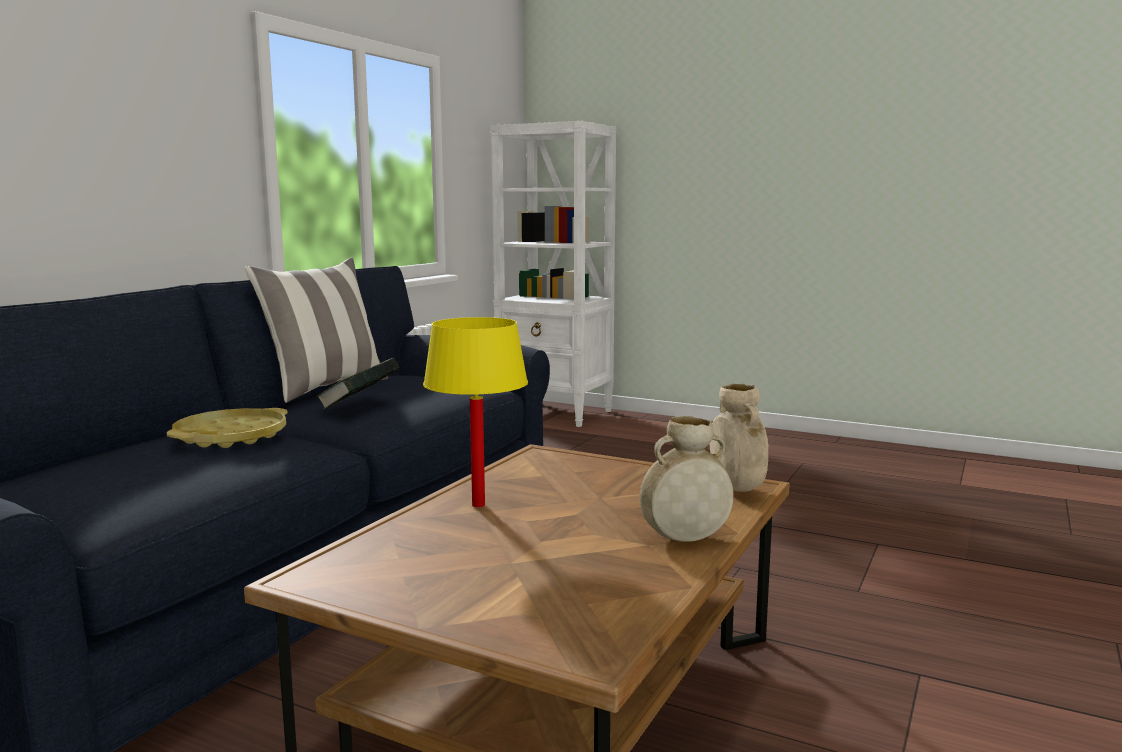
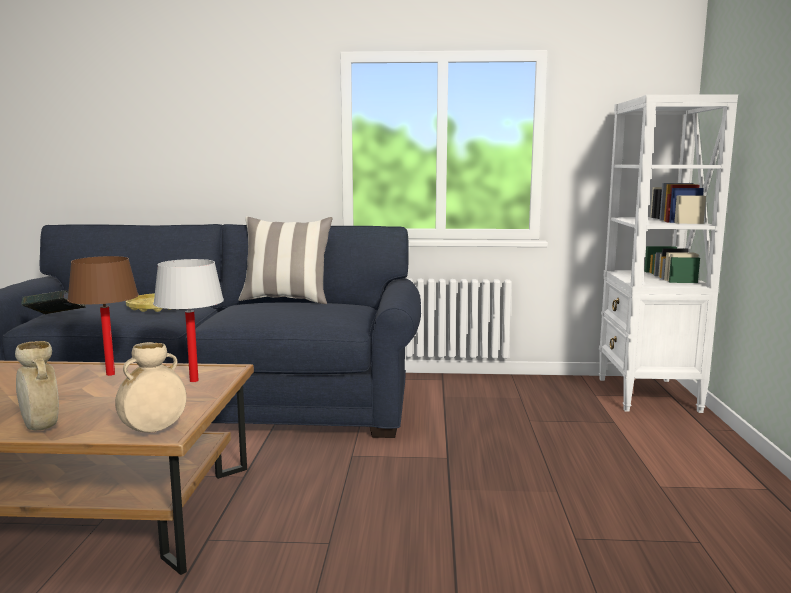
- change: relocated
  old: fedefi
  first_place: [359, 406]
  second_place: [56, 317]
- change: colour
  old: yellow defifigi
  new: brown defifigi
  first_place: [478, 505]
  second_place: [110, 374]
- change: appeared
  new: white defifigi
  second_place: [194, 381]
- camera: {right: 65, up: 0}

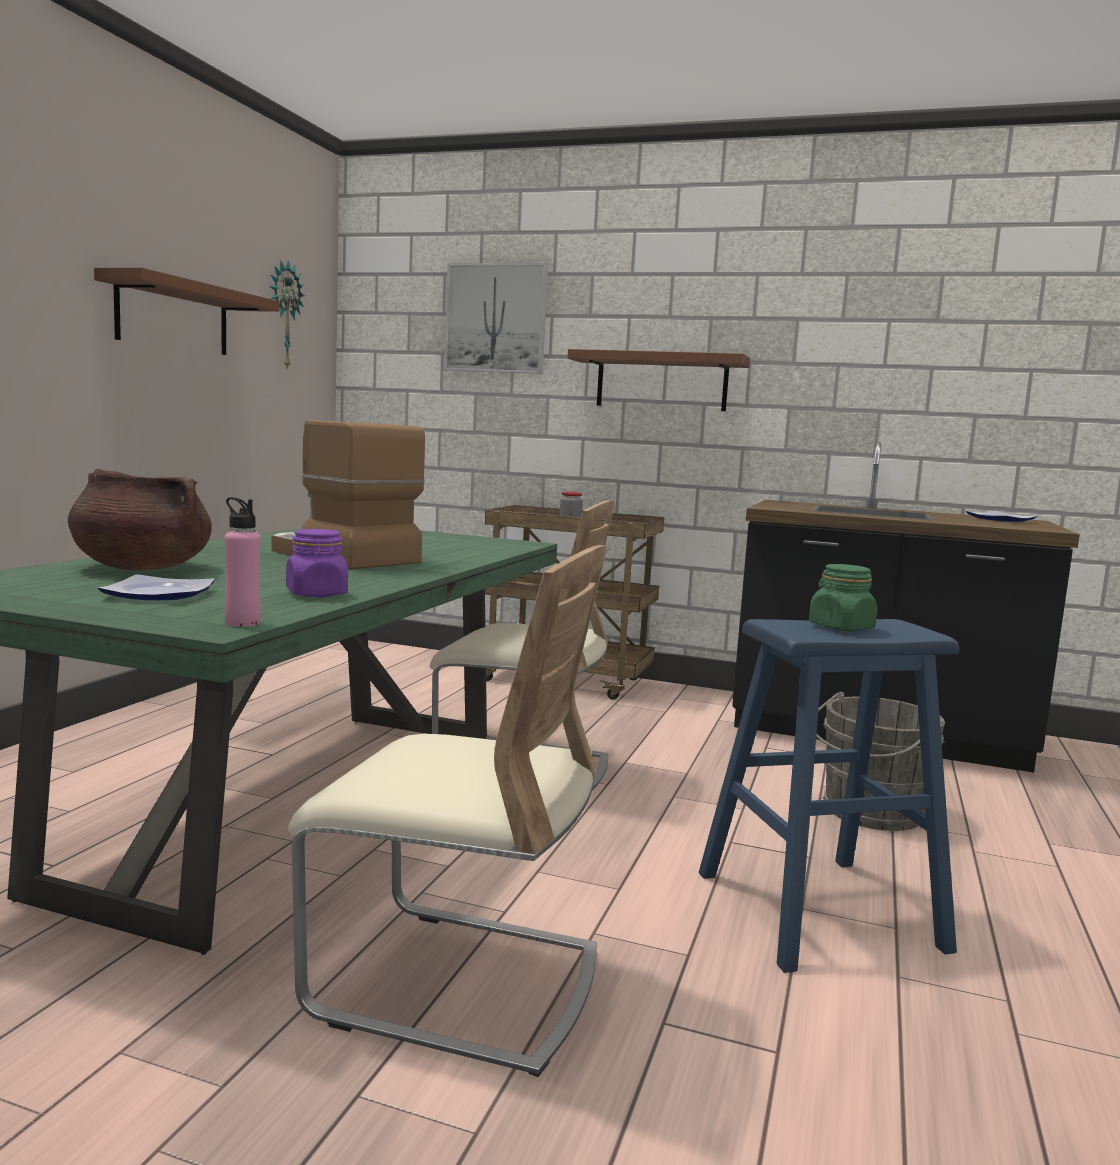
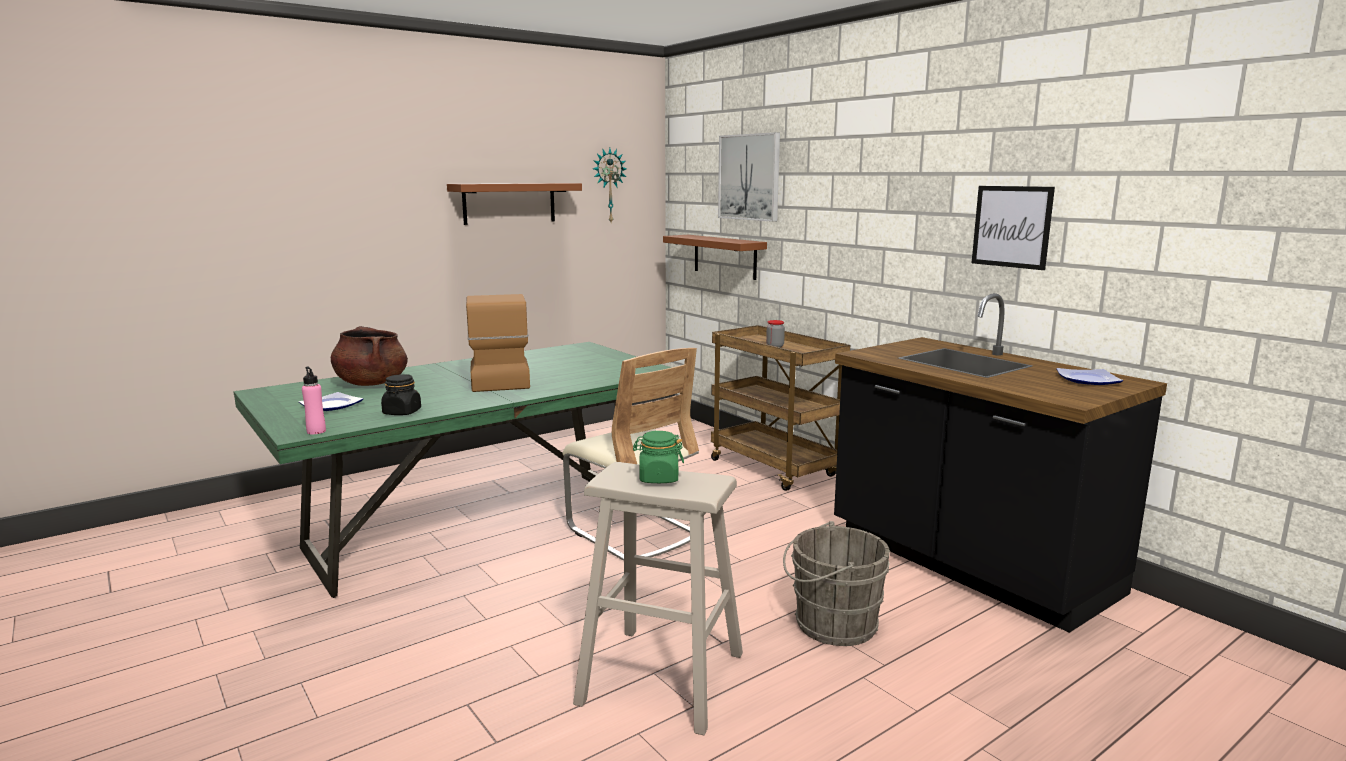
- change: colour
  old: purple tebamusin
  new: black tebamusin
  first_place: [316, 594]
  second_place: [402, 412]
- change: colour
  old: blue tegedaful
  new: beige tegedaful
  first_place: [819, 910]
  second_place: [663, 677]
- change: relocated
  old: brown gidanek
  first_place: [661, 382]
  second_place: [725, 256]
- change: appeared
  new: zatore
  second_place: [1011, 226]
- change: missing
  old: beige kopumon
  first_place: [456, 983]
- camera: {right: 35, up: 5}

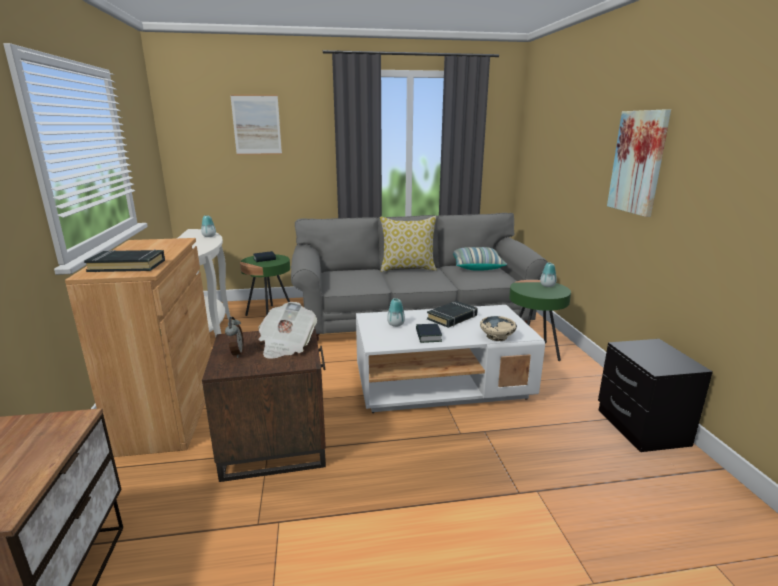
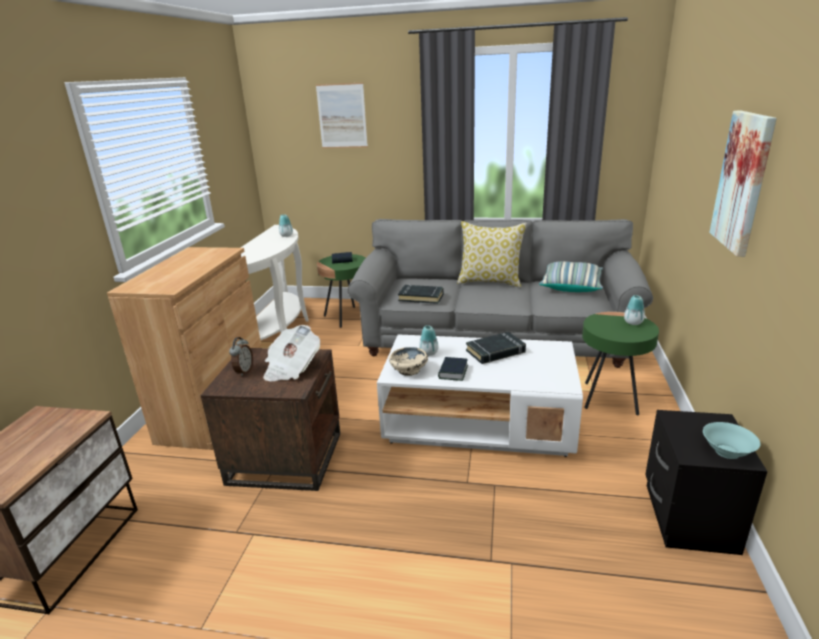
- change: relocated
  old: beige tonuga
  first_place: [497, 337]
  second_place: [408, 370]
- change: relocated
  old: black fedefi
  first_place: [128, 266]
  second_place: [421, 297]
- change: appeared
  new: turquoise tonuga
  second_place: [726, 451]
- camera: {right: 20, up: 5}

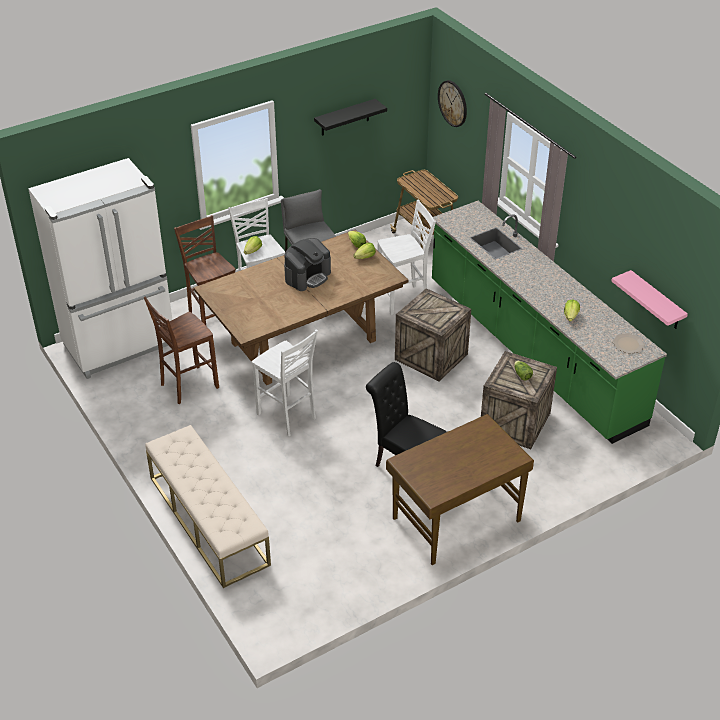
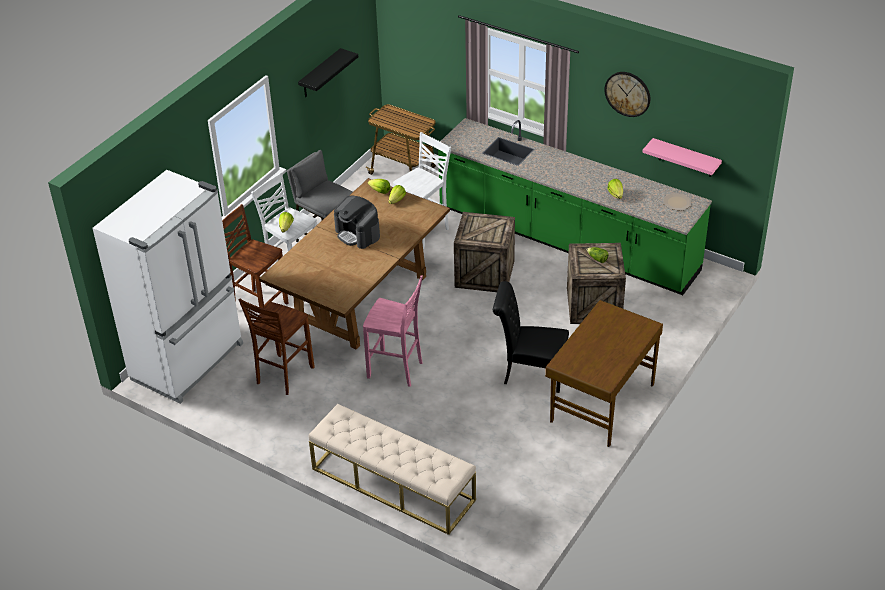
- change: spun
  old: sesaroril
  first_place: [307, 276]
  second_place: [358, 234]
  degrees: 120
- change: colour
  old: white tegedaful
  new: pink tegedaful
  first_place: [287, 416]
  second_place: [396, 370]
- change: relocated
  old: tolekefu
  first_place: [453, 103]
  second_place: [627, 93]
- camera: {right: -25, up: 0}

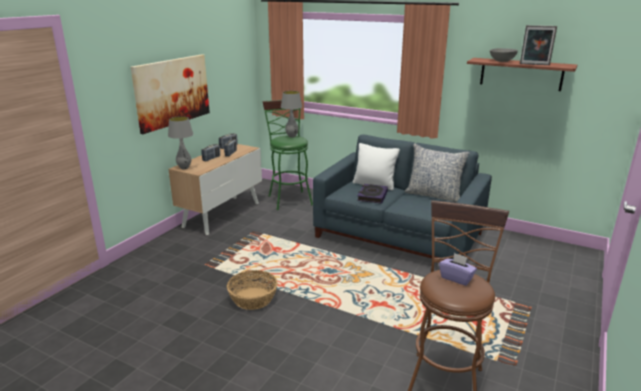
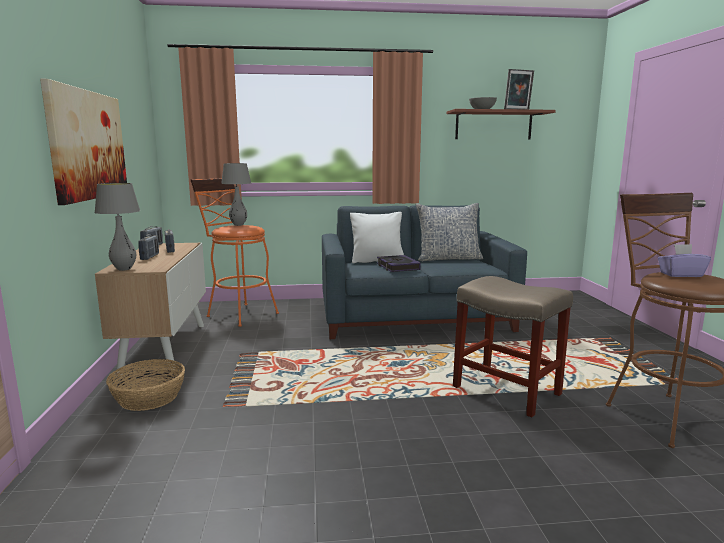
- change: relocated
  old: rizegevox
  first_place: [252, 298]
  second_place: [148, 398]
- change: colour
  old: green tegedaful
  new: orange tegedaful
  first_place: [289, 198]
  second_place: [239, 313]
- change: appeared
  new: beige tegedaful
  second_place: [508, 391]
- camera: {right: -35, up: -10}

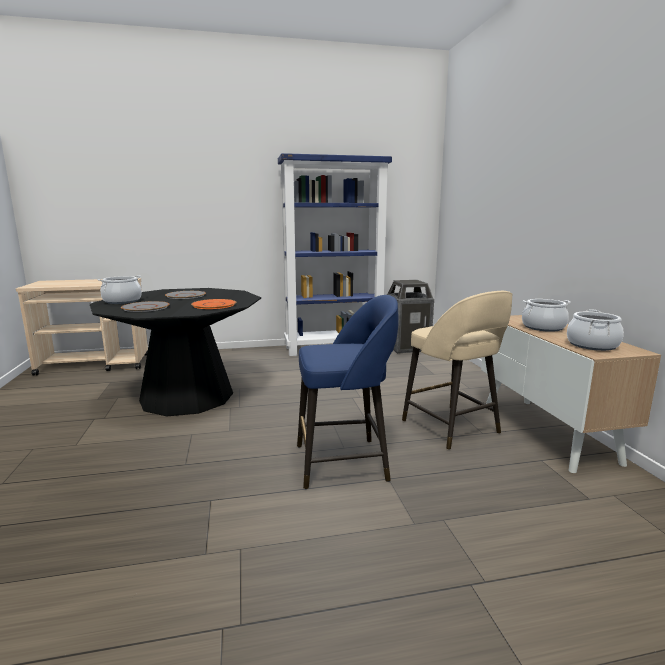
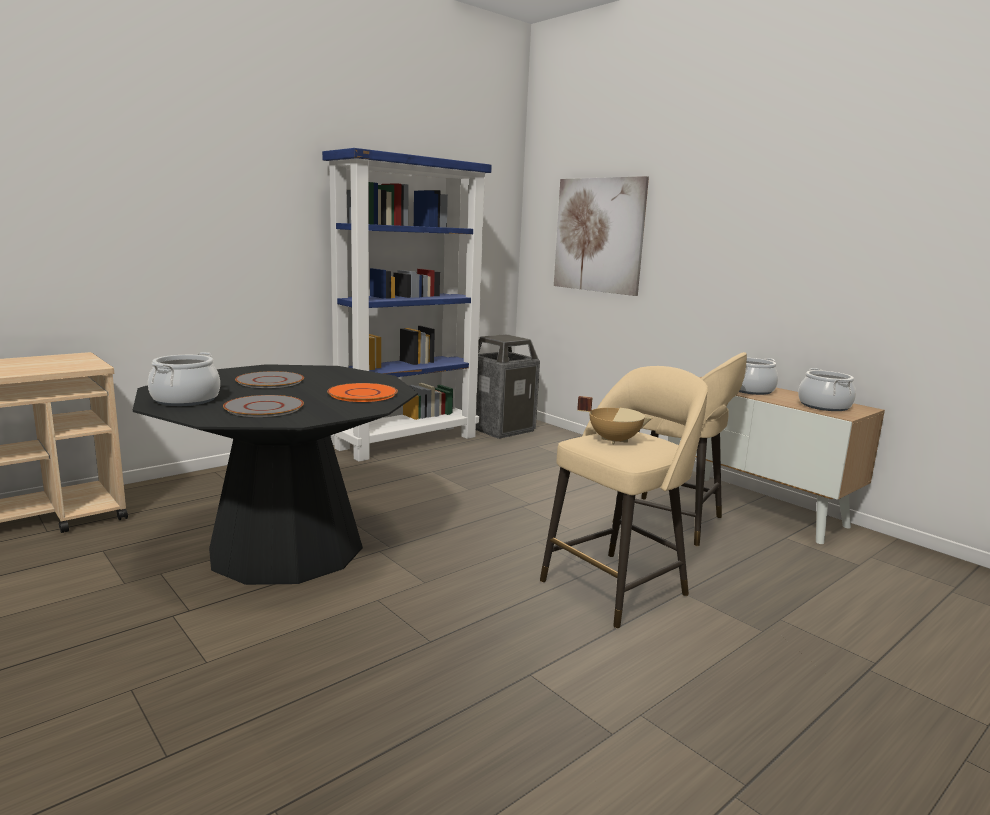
- change: colour
  old: blue tegedaful
  new: beige tegedaful
  first_place: [344, 462]
  second_place: [617, 586]
- change: appeared
  new: zatore
  second_place: [598, 235]
- change: appeared
  new: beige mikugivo
  second_place: [614, 440]
- camera: {right: -30, up: 0}

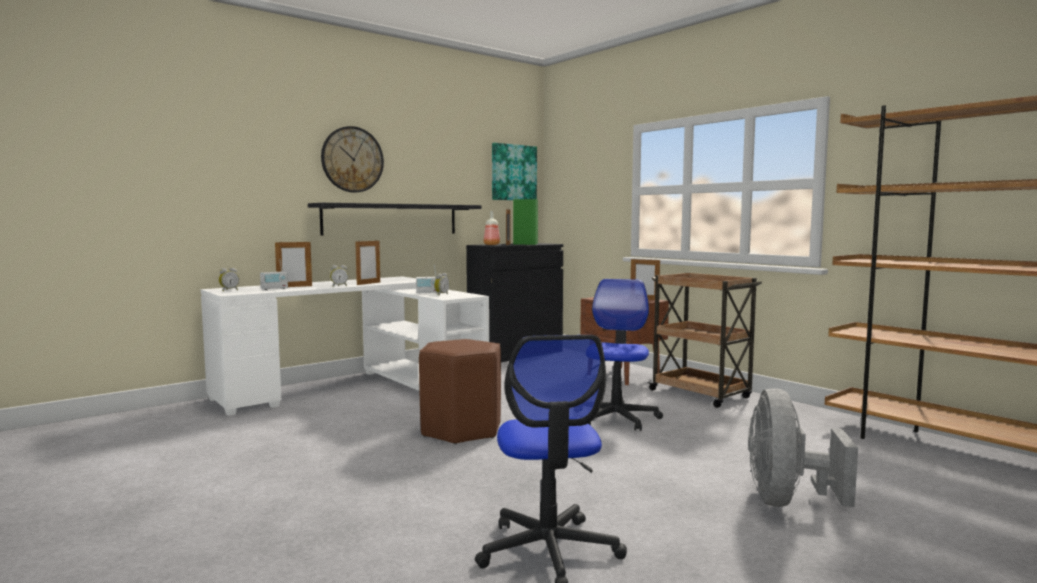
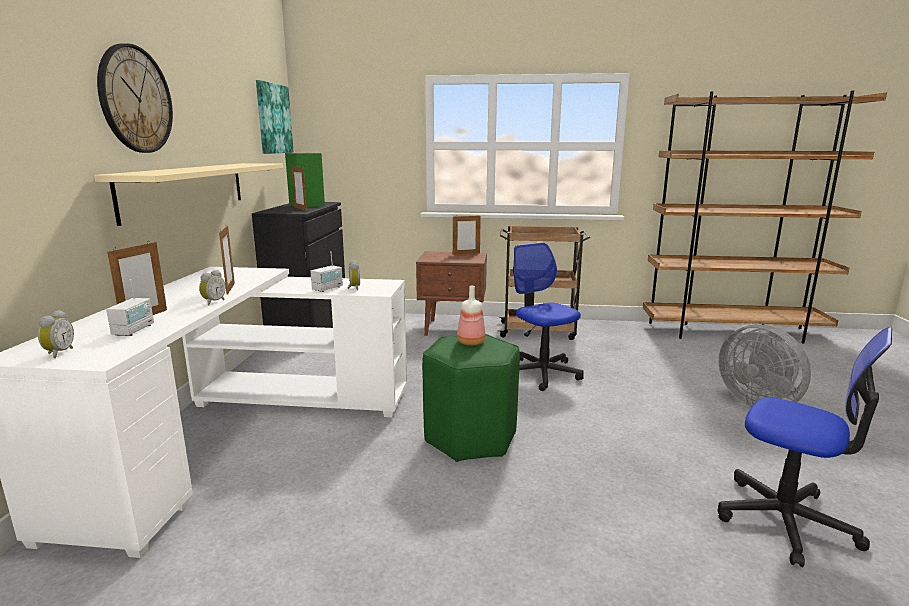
- change: colour
  old: black gidanek
  new: beige gidanek
  first_place: [391, 219]
  second_place: [186, 189]
- change: colour
  old: brown tegedaful
  new: green tegedaful
  first_place: [460, 430]
  second_place: [469, 438]
- change: relocated
  old: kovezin
  first_place: [491, 244]
  second_place: [471, 342]
- camera: {right: -45, up: 10}

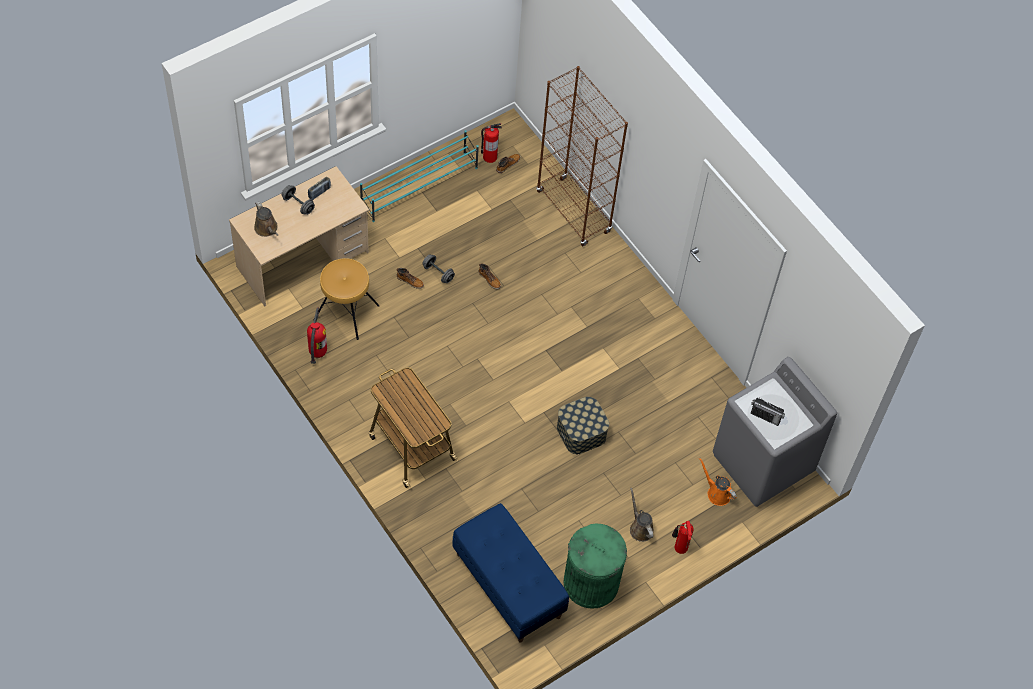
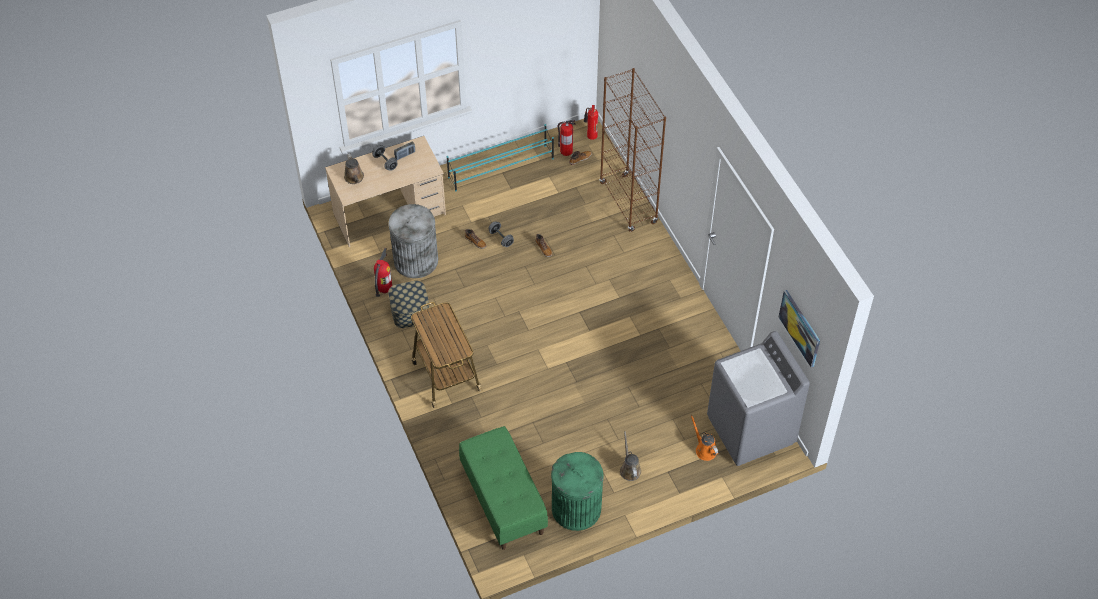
- change: exchanged
  old: brown tegedaful
  new: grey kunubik
  first_place: [346, 313]
  second_place: [416, 261]
- change: relocated
  old: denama
  first_place: [581, 432]
  second_place: [410, 311]
- change: colour
  old: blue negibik
  new: green negibik
  first_place: [507, 585]
  second_place: [502, 500]
- change: relocated
  old: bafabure
  first_place: [679, 548]
  second_place: [591, 136]
- change: appeared
  new: zatore
  second_place: [800, 328]
- change: missing
  old: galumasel
  first_place: [765, 416]
- camera: {right: 15, up: -5}

